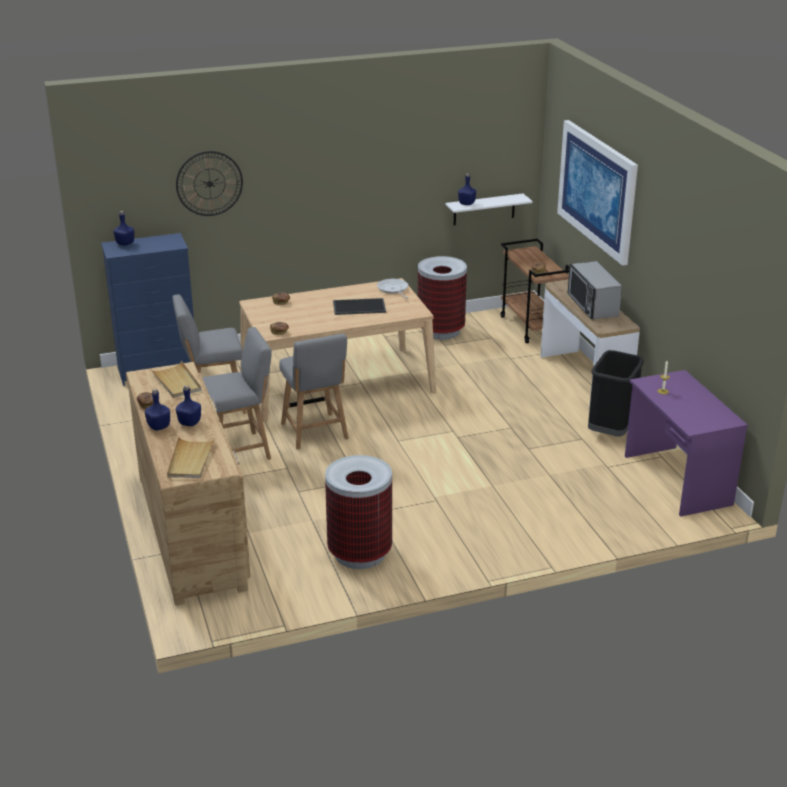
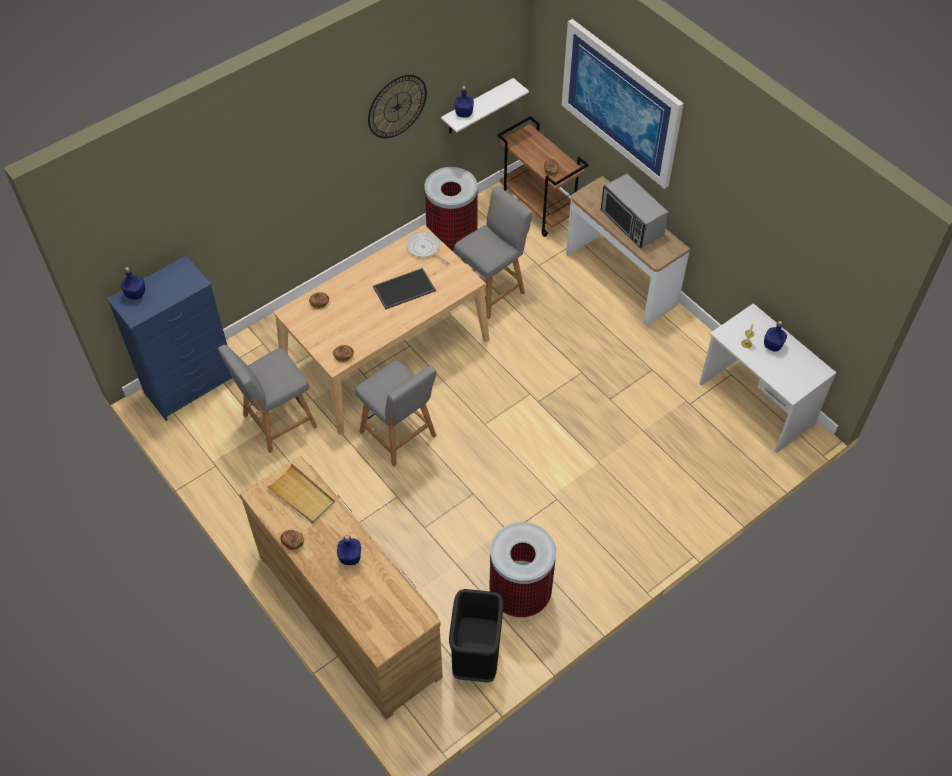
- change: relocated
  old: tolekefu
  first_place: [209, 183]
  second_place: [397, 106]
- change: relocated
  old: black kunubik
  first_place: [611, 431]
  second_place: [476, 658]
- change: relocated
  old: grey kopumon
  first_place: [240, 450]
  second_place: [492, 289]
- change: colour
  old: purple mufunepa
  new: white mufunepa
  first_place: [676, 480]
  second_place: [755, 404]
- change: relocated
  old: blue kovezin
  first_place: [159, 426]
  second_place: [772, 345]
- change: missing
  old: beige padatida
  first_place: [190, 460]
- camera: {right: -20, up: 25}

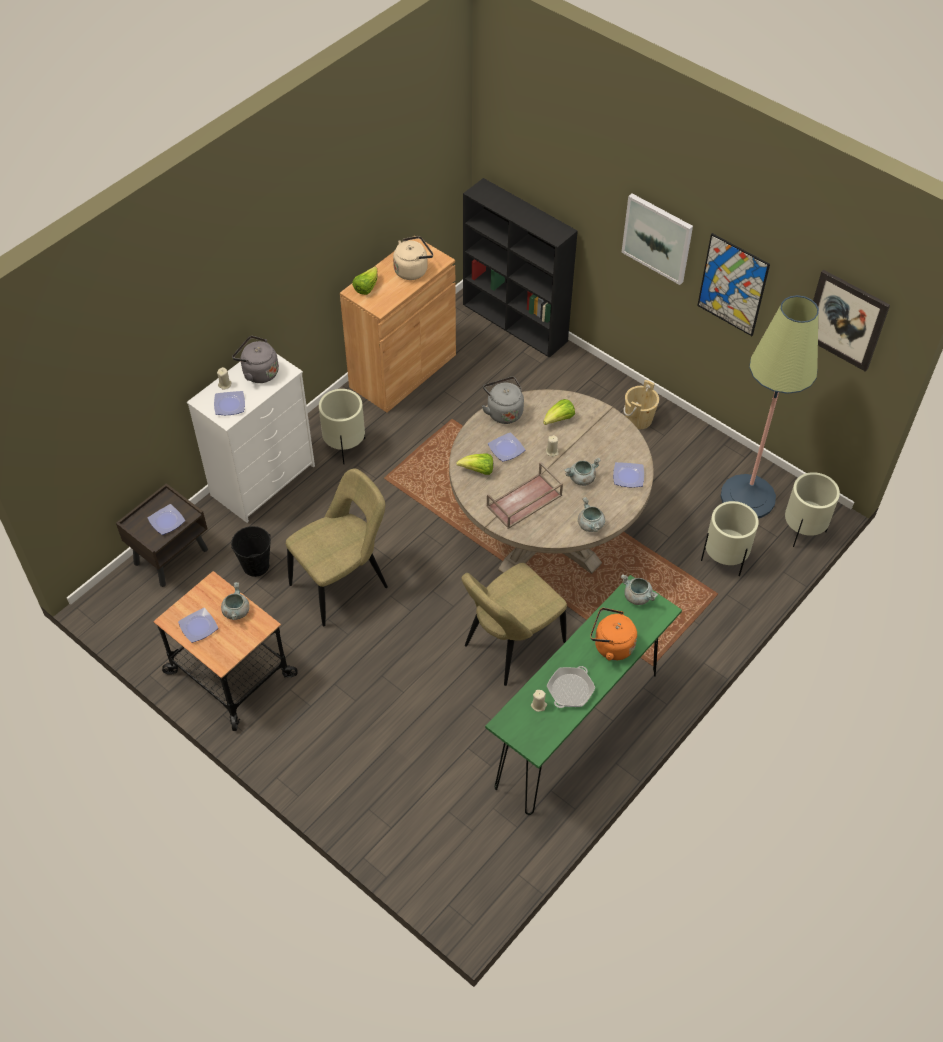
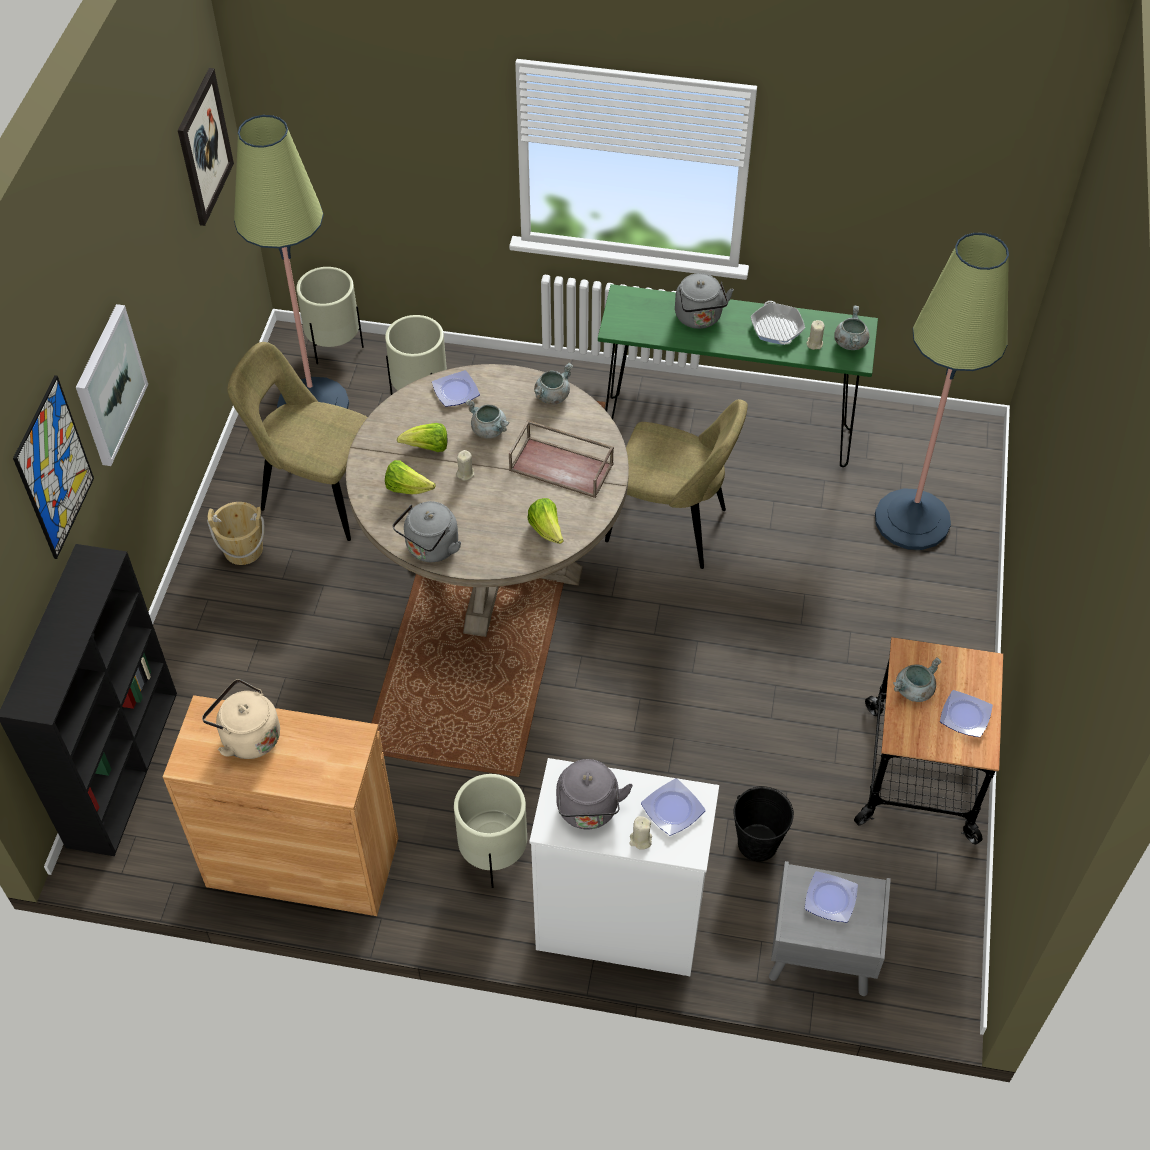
- change: relocated
  old: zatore
  first_place: [732, 285]
  second_place: [54, 468]
- change: relocated
  old: beige kopumon
  first_place: [343, 584]
  second_place: [317, 495]
- change: relocated
  old: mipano
  first_place: [366, 287]
  second_place: [427, 448]
- change: colour
  old: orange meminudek
  new: grey meminudek
  first_place: [611, 646]
  second_place: [699, 318]
- change: spun
  old: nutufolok
  first_place: [570, 690]
  second_place: [776, 328]
  degrees: -105
- change: colour
  old: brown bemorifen
  new: grey bemorifen
  first_place: [171, 556]
  second_place: [819, 956]
- change: relocated
  old: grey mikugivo
  first_place: [637, 596]
  second_place: [850, 342]
- change: appeared
  new: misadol
  second_place: [912, 520]
- change: missing
  old: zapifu
  first_place: [506, 448]
- camera: {right: -120, up: 0}

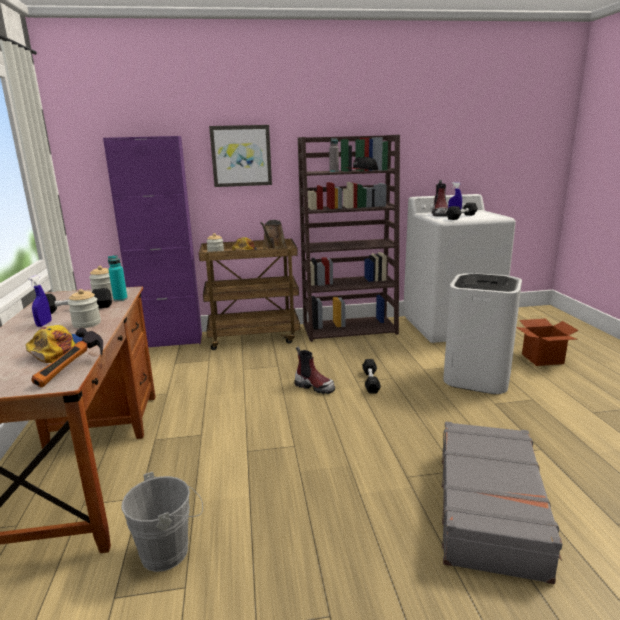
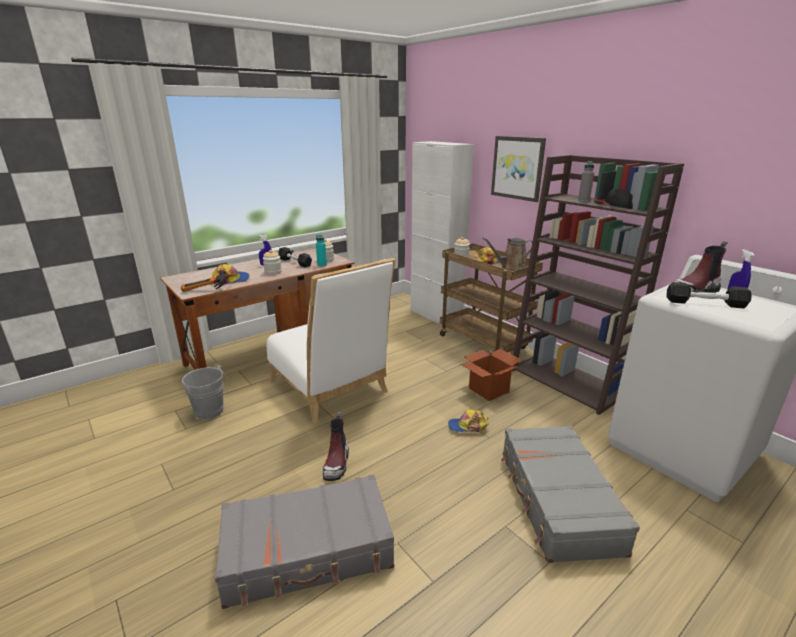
- change: appeared
  new: white kopumon
  second_place: [331, 389]
- change: relocated
  old: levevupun
  first_place: [314, 387]
  second_place: [336, 463]
- change: colour
  old: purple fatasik
  new: white fatasik
  first_place: [170, 341]
  second_place: [435, 315]
- change: exchanged
  old: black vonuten
  new: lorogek
  first_place: [371, 381]
  second_place: [468, 426]
- change: relocated
  old: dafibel
  first_place: [542, 359]
  second_place: [489, 390]
- change: exchanged
  old: white kunubik
  new: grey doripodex
  first_place: [477, 377]
  second_place: [557, 500]
- camera: {right: 60, up: 5}

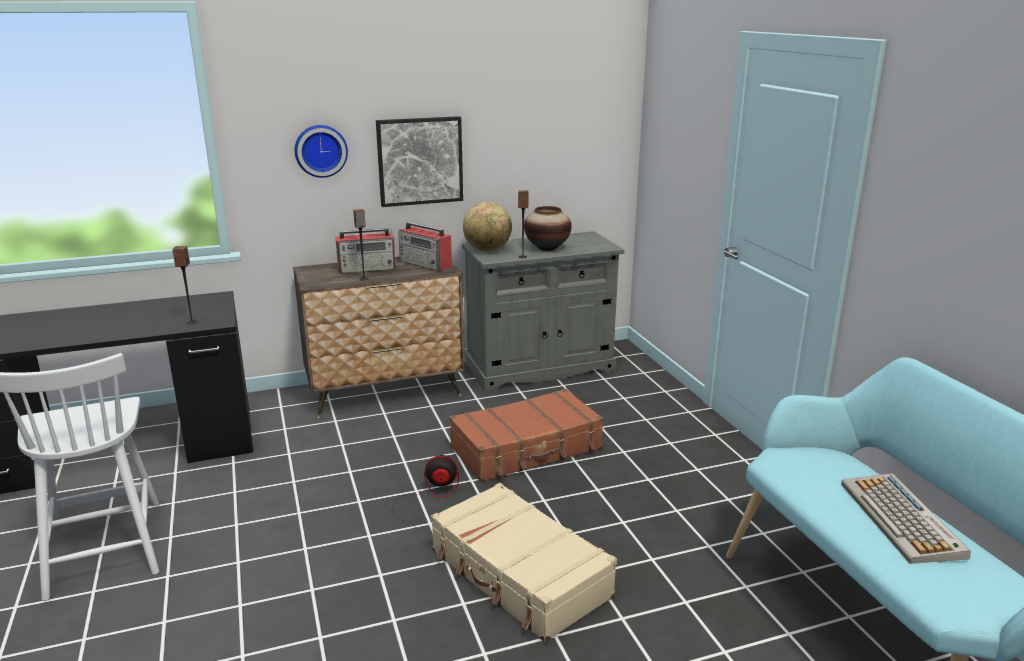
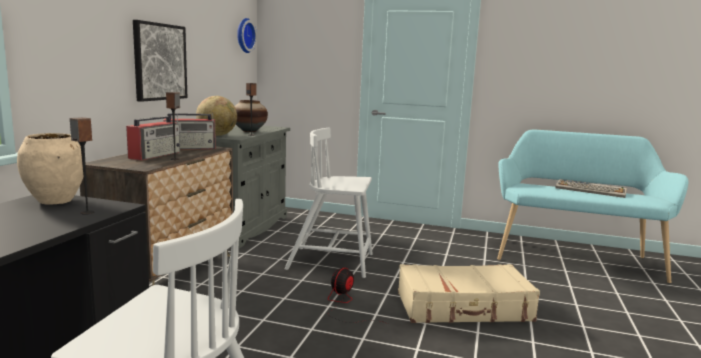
- change: appeared
  new: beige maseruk
  second_place: [56, 201]
- change: relocated
  old: tolekefu
  first_place: [320, 150]
  second_place: [244, 35]
- change: exchanged
  old: brown doripodex
  new: white kopumon
  first_place: [527, 449]
  second_place: [332, 262]
- camera: {right: -55, up: -10}

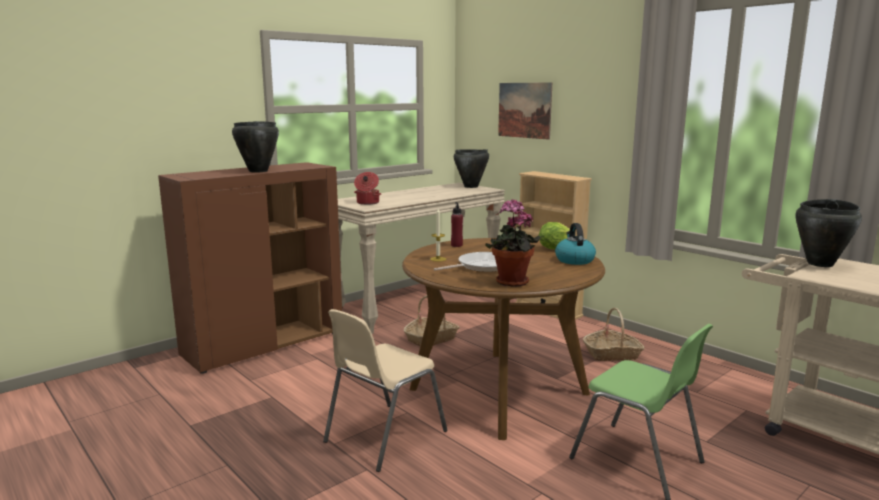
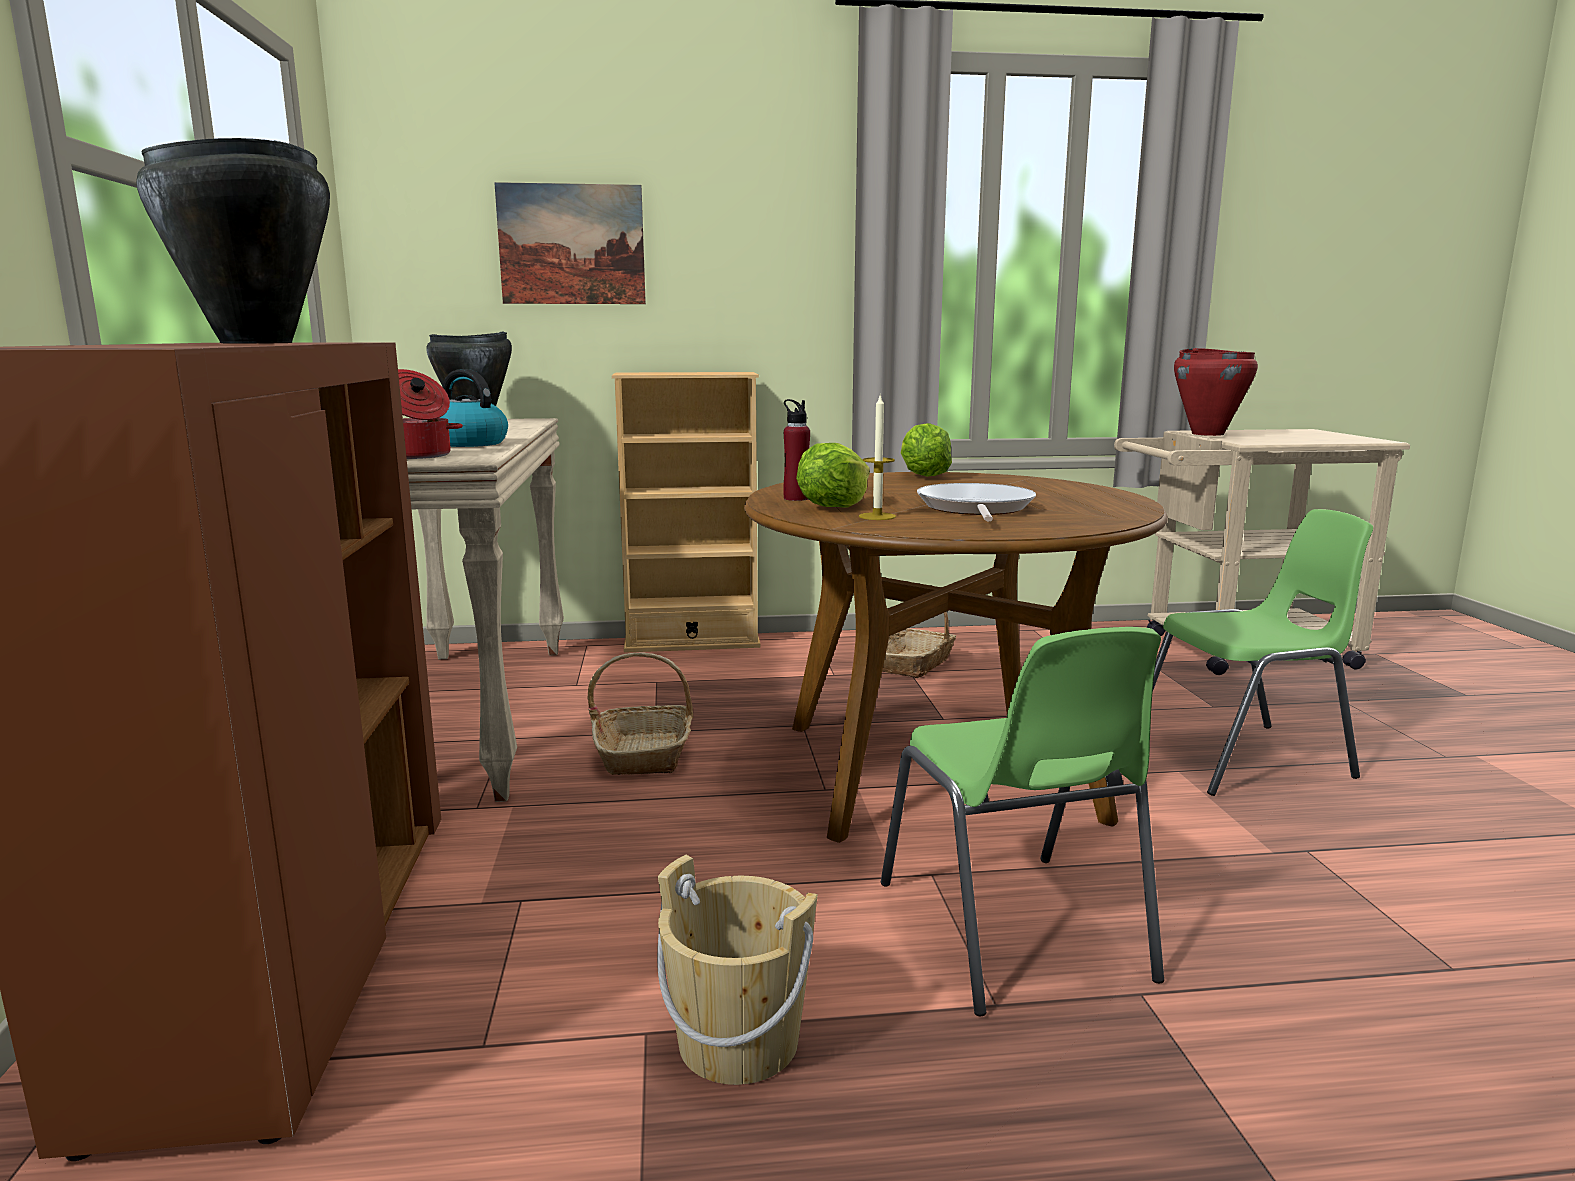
- change: relocated
  old: meminudek
  first_place: [574, 260]
  second_place: [468, 443]
- change: appeared
  new: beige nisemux
  second_place: [738, 1042]
- change: appeared
  new: mipano
  second_place: [833, 506]
- change: colour
  old: beige kopumon
  new: green kopumon
  first_place: [383, 437]
  second_place: [1014, 932]
- change: colour
  old: black mikugivo
  new: red mikugivo
  first_place: [820, 264]
  second_place: [1208, 434]
- change: missing
  old: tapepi
  first_place: [511, 283]
- camera: {right: -55, up: 0}

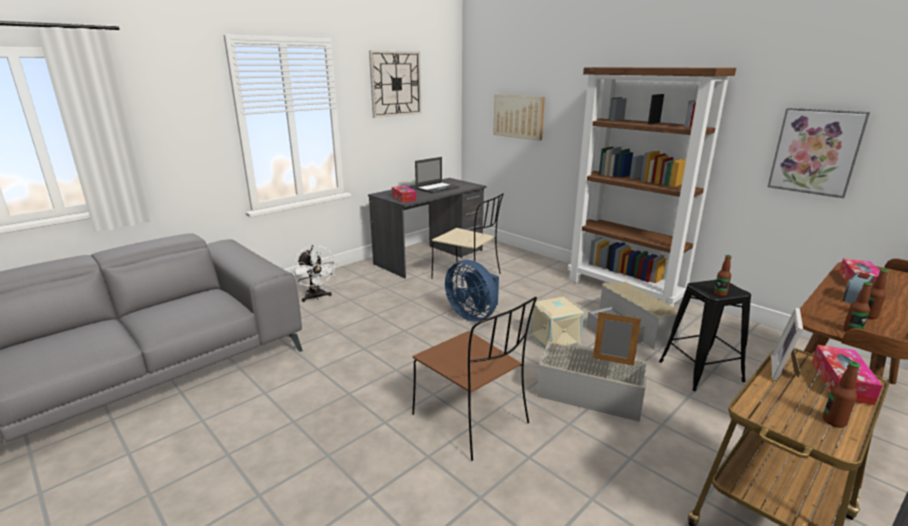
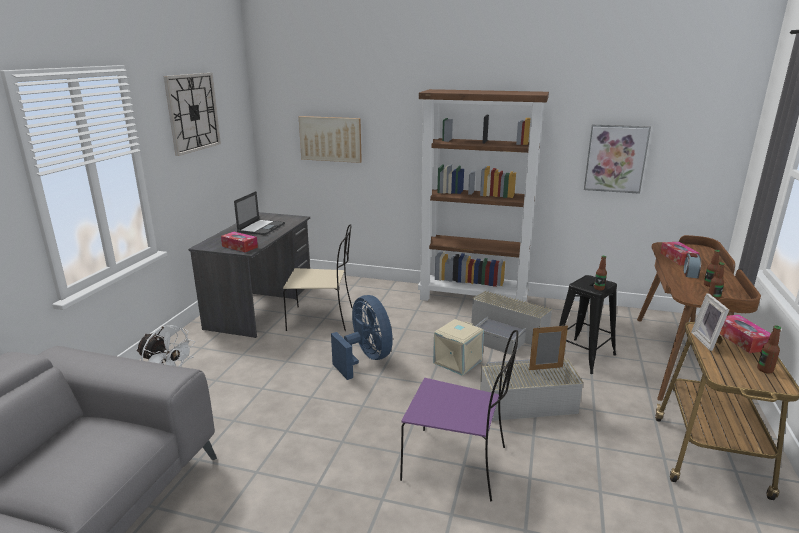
- change: spun
  old: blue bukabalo
  first_place: [473, 315]
  second_place: [365, 359]
  degrees: -135
- change: colour
  old: brown kopumon
  new: purple kopumon
  first_place: [472, 420]
  second_place: [457, 464]
- camera: {right: -30, up: 0}

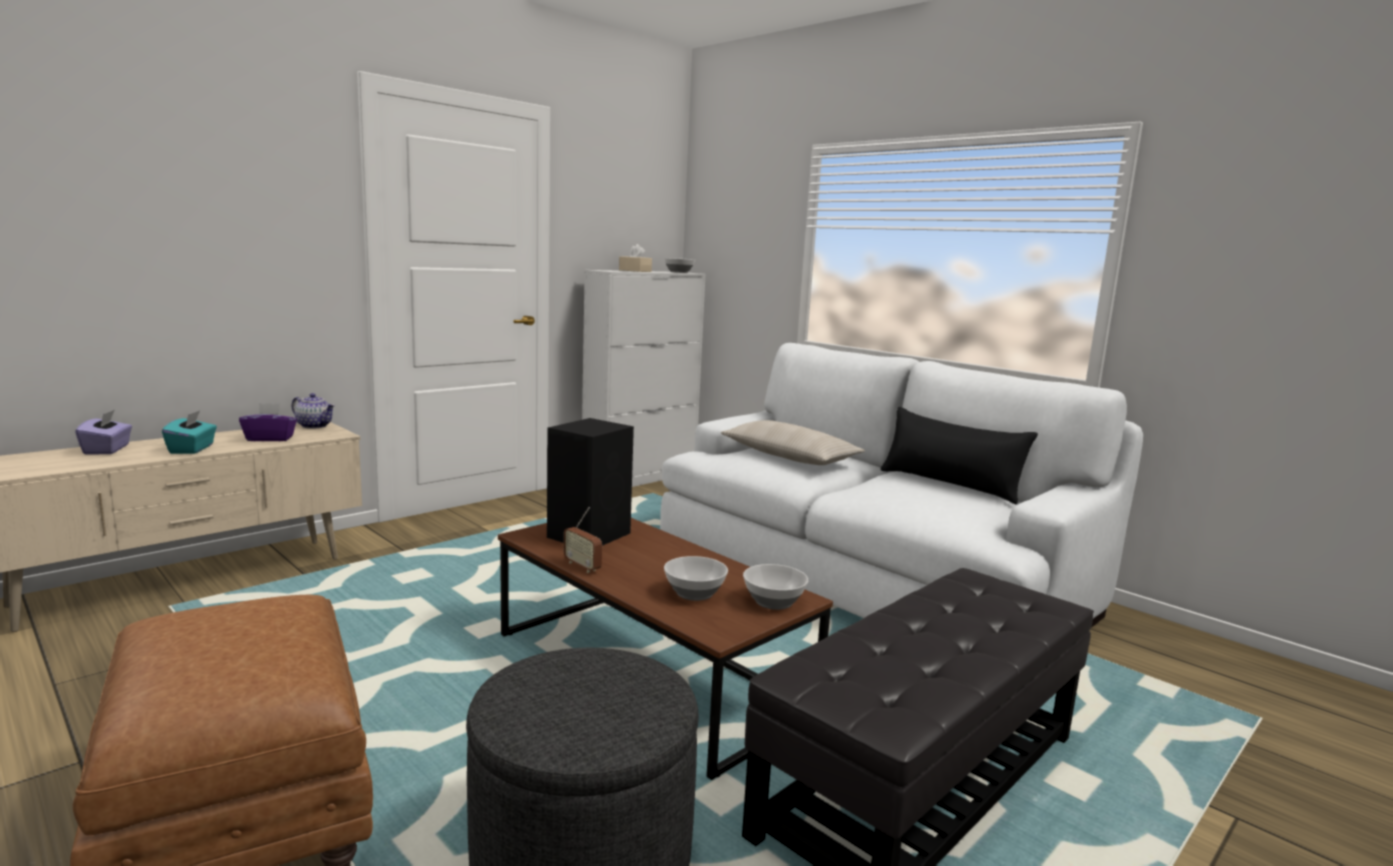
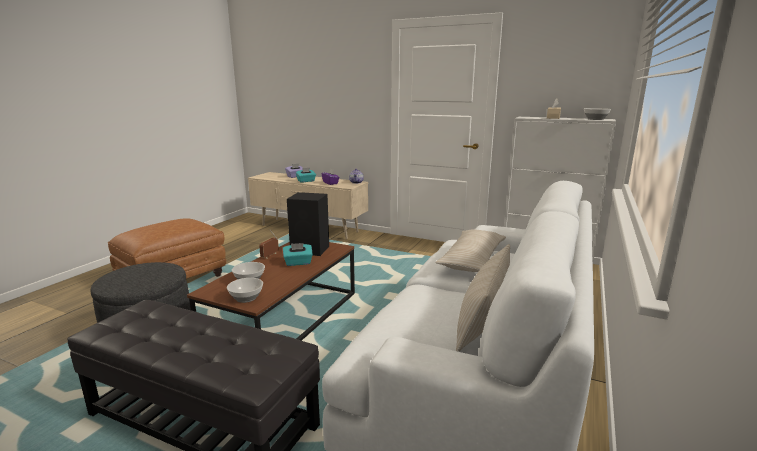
- change: appeared
  new: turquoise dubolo
  second_place: [298, 263]
- change: colour
  old: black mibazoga
  new: beige mibazoga
  first_place: [949, 485]
  second_place: [482, 320]
- camera: {right: 70, up: 5}

